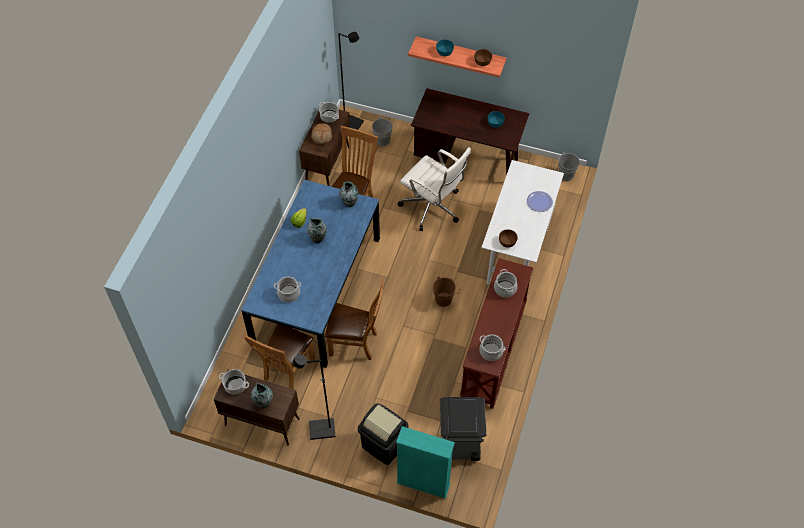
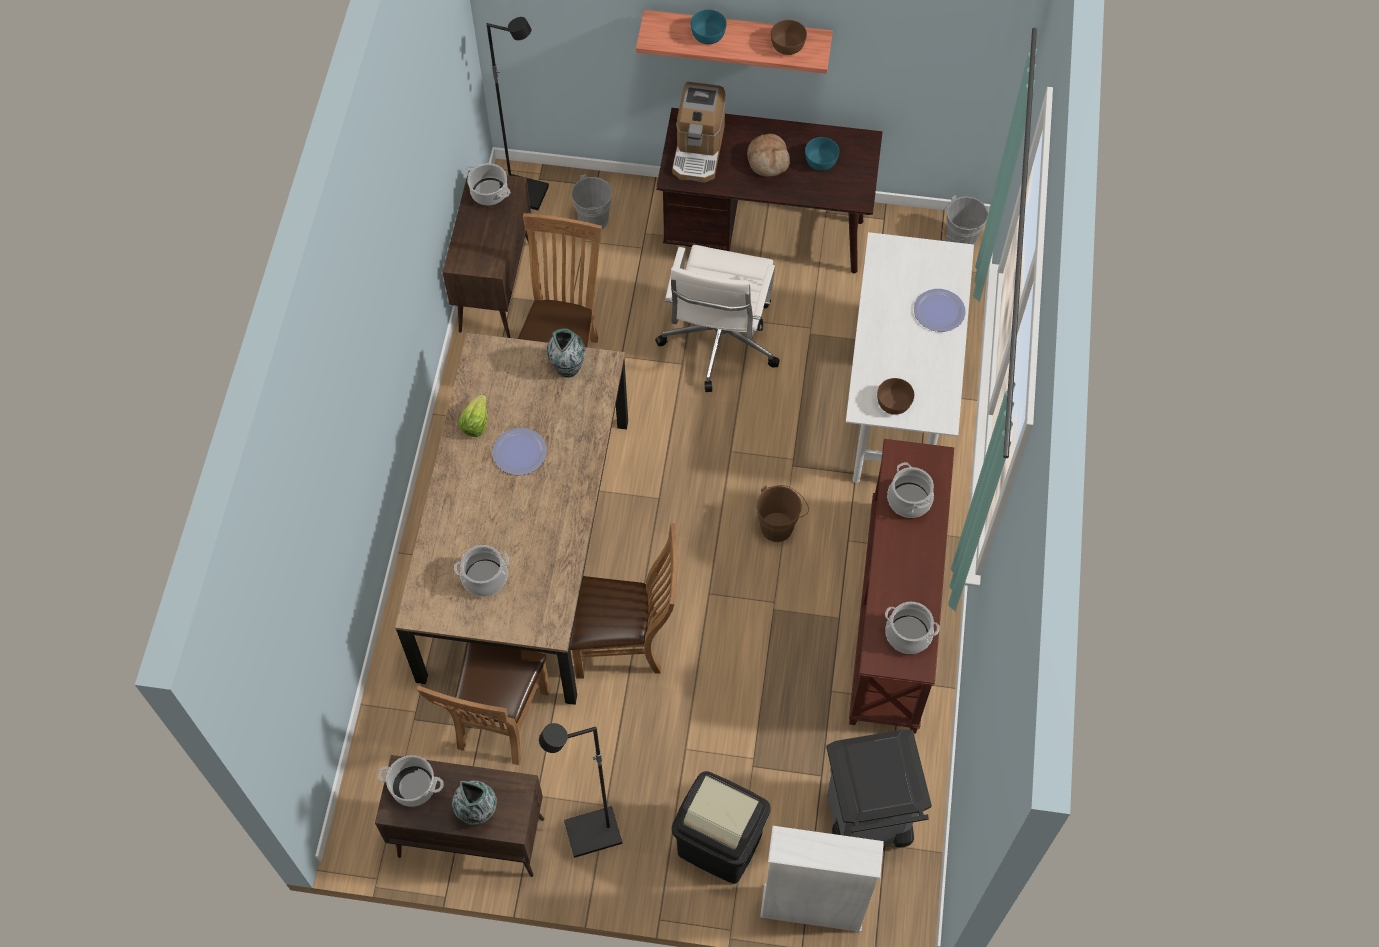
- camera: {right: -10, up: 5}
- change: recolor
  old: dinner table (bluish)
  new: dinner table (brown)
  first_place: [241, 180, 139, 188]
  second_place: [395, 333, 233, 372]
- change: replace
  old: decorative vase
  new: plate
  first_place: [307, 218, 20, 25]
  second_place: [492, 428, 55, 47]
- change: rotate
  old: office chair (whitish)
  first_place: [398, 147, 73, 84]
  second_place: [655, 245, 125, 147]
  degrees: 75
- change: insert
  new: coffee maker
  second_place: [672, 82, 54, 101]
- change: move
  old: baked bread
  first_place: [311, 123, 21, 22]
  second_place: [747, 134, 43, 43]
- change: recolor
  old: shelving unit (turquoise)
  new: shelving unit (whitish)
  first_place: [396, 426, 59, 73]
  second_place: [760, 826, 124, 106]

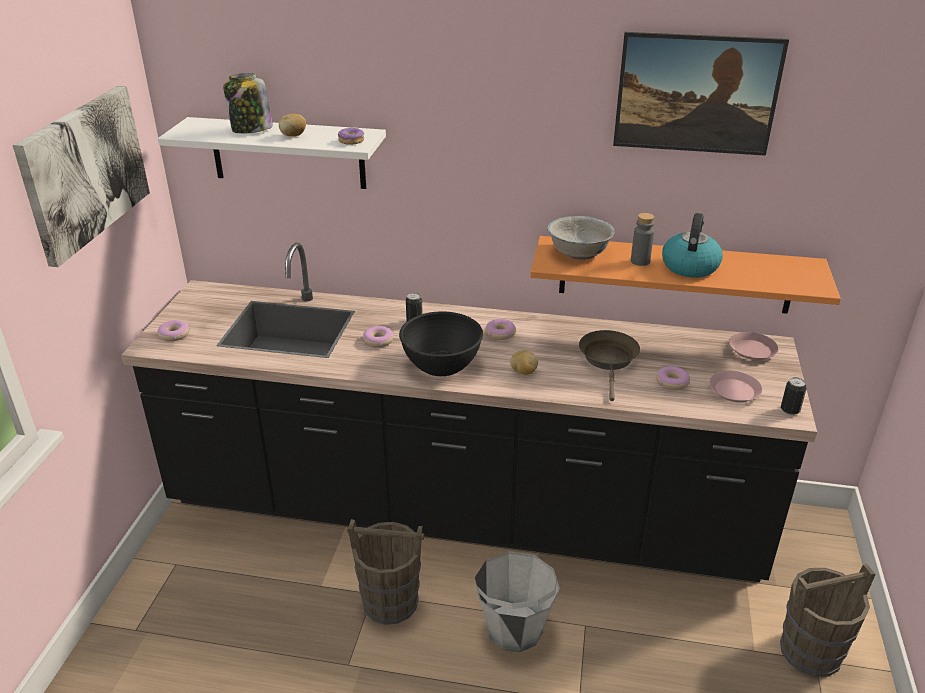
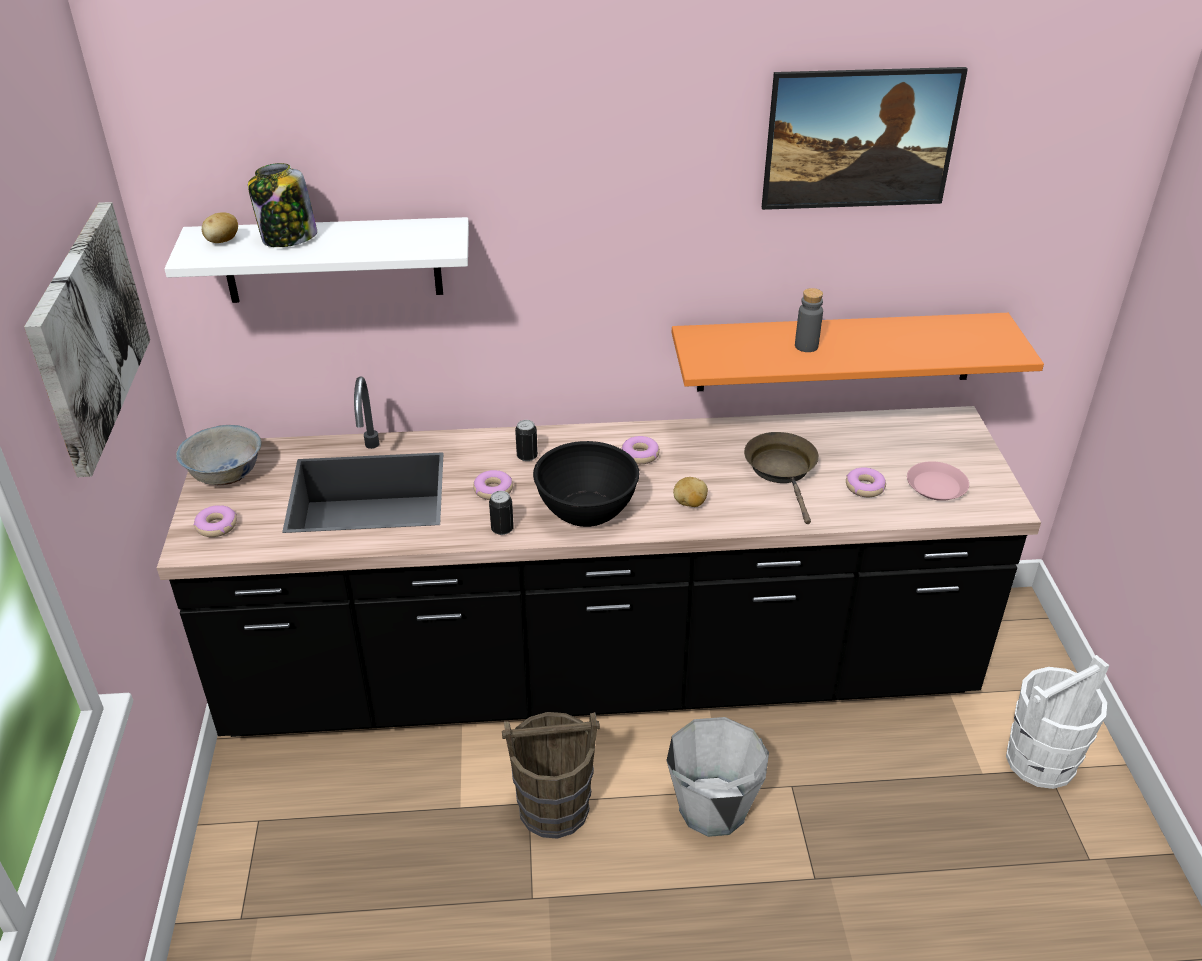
- camera: {right: -15, up: 5}
- change: move
  old: deep dish (whitish)
  first_place: [547, 216, 68, 44]
  second_place: [176, 425, 86, 60]
- change: move
  old: potato
  first_place: [279, 114, 27, 22]
  second_place: [202, 212, 36, 31]
- change: move
  old: metal can
  first_place: [781, 377, 26, 38]
  second_place: [489, 491, 25, 44]
- change: recolor
  old: bucket (brown)
  new: bucket (whitish)
  first_place: [780, 563, 96, 114]
  second_place: [1006, 655, 103, 134]
- change: delete
  old: ring doughnut
  first_place: [338, 127, 26, 18]
- change: delete
  old: water kettle
  first_place: [662, 213, 61, 65]
- change: delete
  old: plate (pinkish)
  first_place: [729, 332, 50, 28]

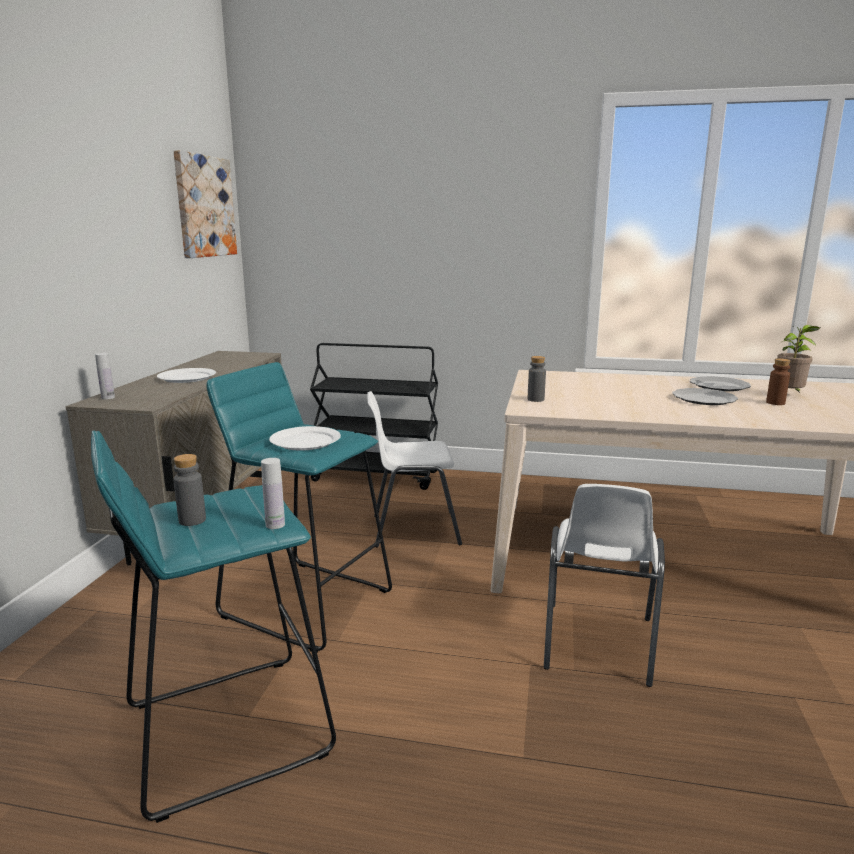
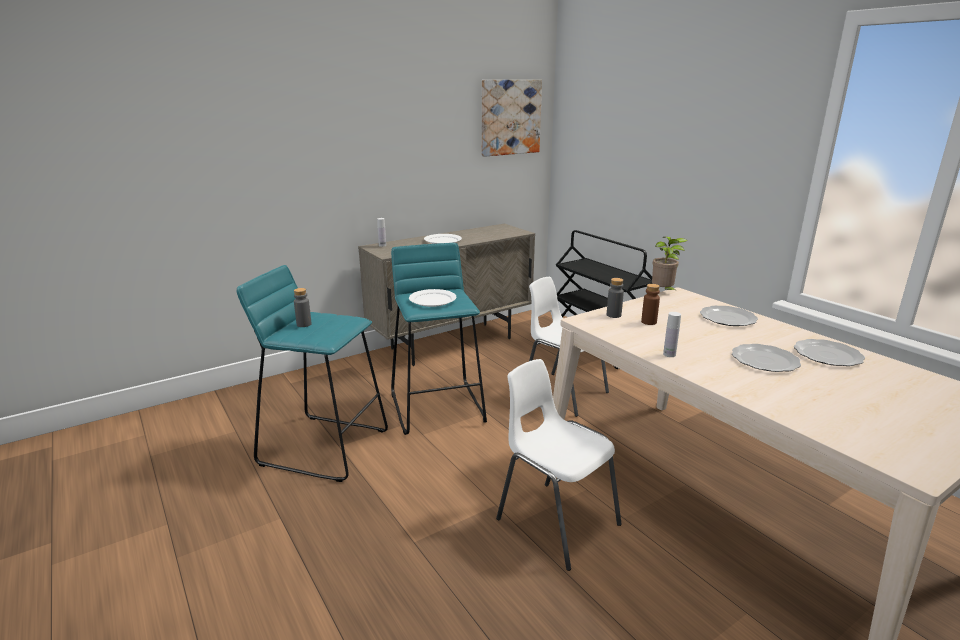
- camera: {right: 45, up: 5}
- change: rotate
  old: chair (whitish)
  first_place: [544, 484, 121, 203]
  second_place: [496, 359, 126, 212]
  degrees: 75
- change: move
  old: bottle (brown)
  first_place: [766, 358, 25, 47]
  second_place: [641, 284, 19, 41]
- change: move
  old: plant in a pot
  first_place: [777, 325, 43, 68]
  second_place: [652, 237, 36, 57]
- change: move
  old: bottle (whitish)
  first_place: [261, 458, 24, 71]
  second_place: [663, 312, 18, 45]
- change: insert
  new: plate
  second_place: [700, 305, 58, 21]

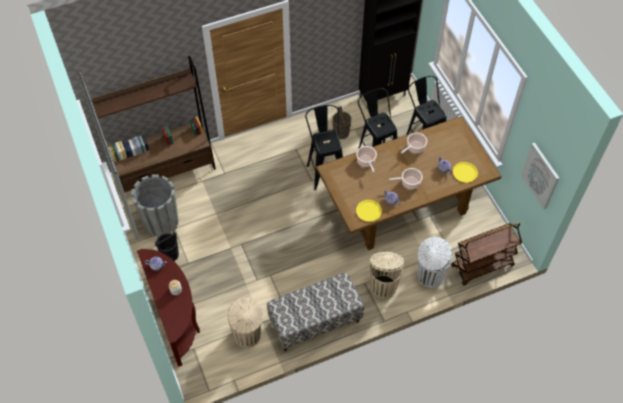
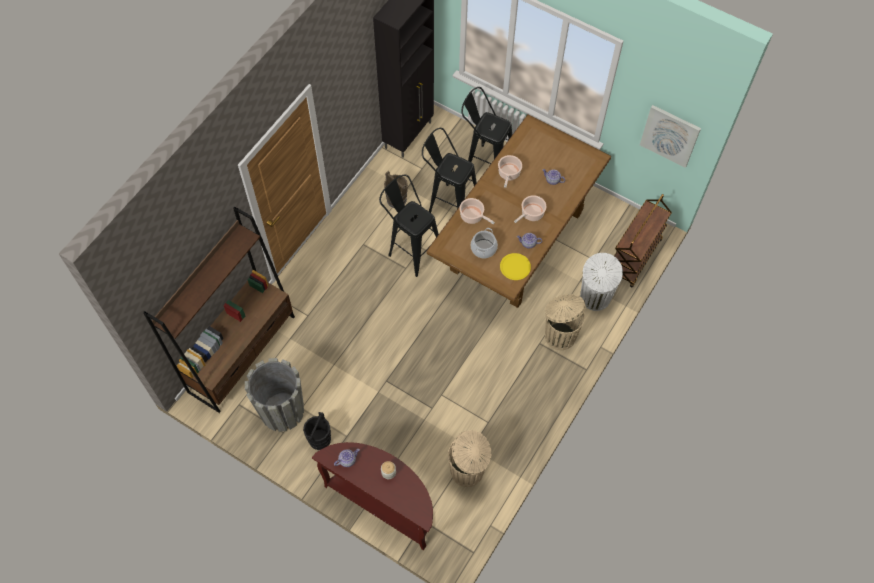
- camera: {right: -35, up: 5}
- change: insert
  new: cooking pot
  second_place: [471, 228, 27, 31]
- change: delete
  old: bench
  first_place: [267, 272, 97, 79]
- change: delete
  old: plate (yellow)
  first_place: [453, 162, 25, 21]

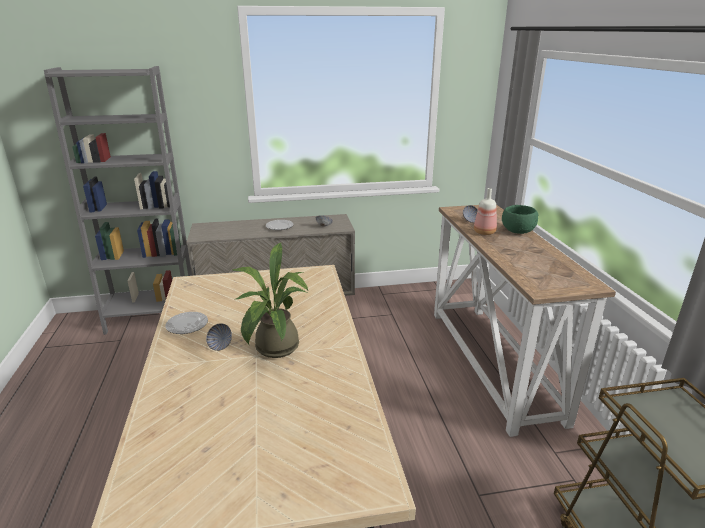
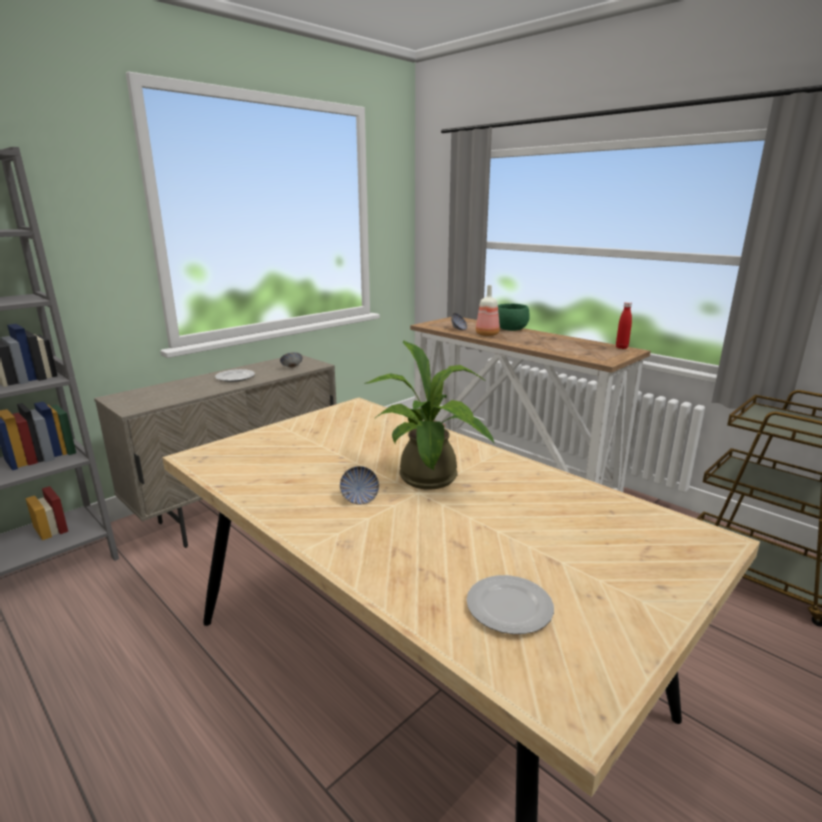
- camera: {right: -35, up: -5}
- change: move
  old: plate
  first_place: [165, 312, 43, 22]
  second_place: [467, 575, 87, 59]
- change: insert
  new: bottle (reddish)
  second_place: [616, 302, 16, 47]

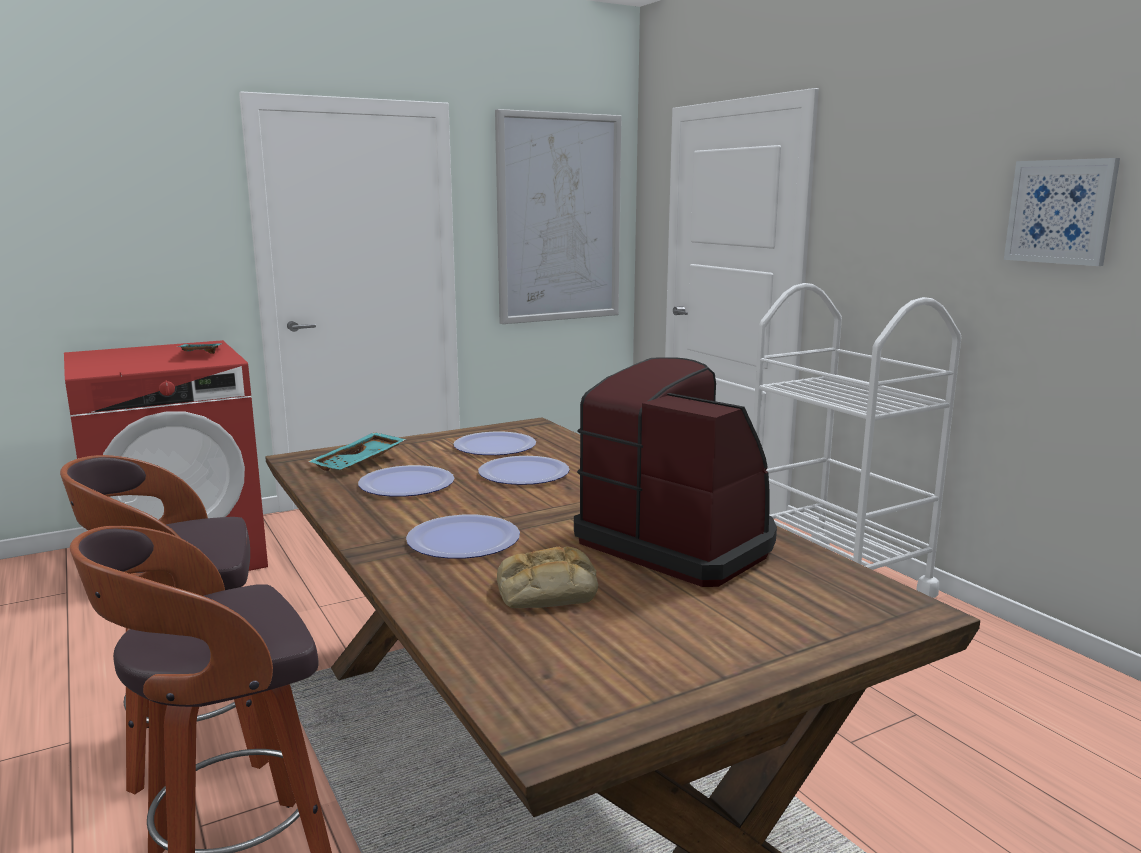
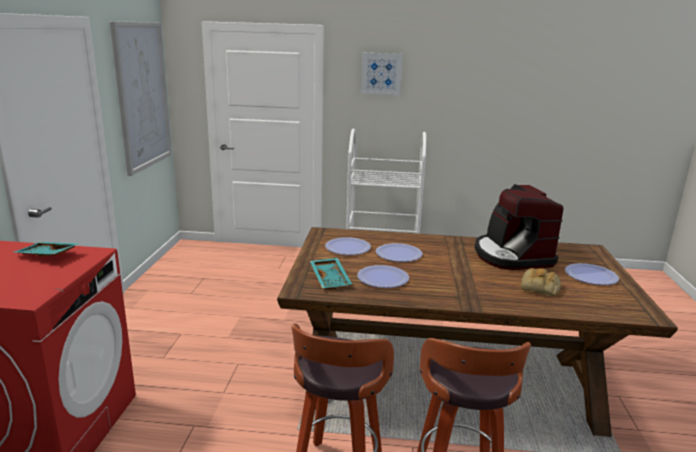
- camera: {right: -55, up: 5}
- change: move
  old: wall picture
  first_place: [1004, 158, 116, 108]
  second_place: [361, 53, 42, 42]
- change: rotate
  old: coffee maker
  first_place: [574, 357, 203, 230]
  second_place: [475, 184, 88, 86]
  degrees: -90
- change: move
  old: plate
  first_place: [406, 515, 114, 44]
  second_place: [565, 263, 54, 22]

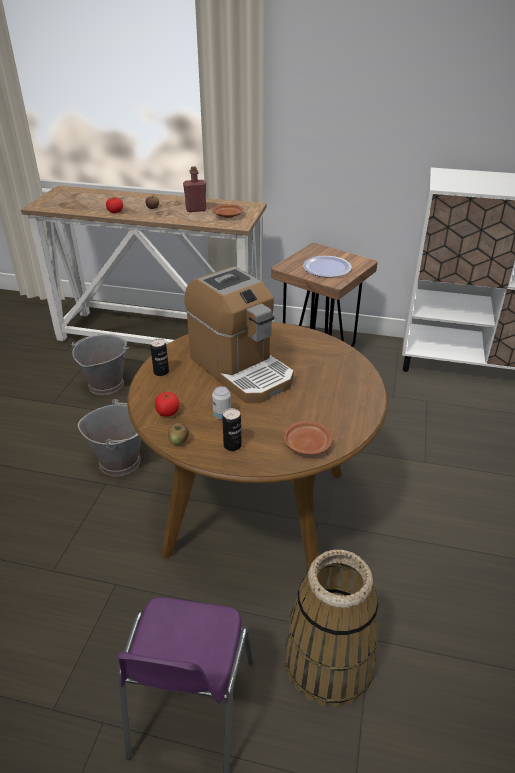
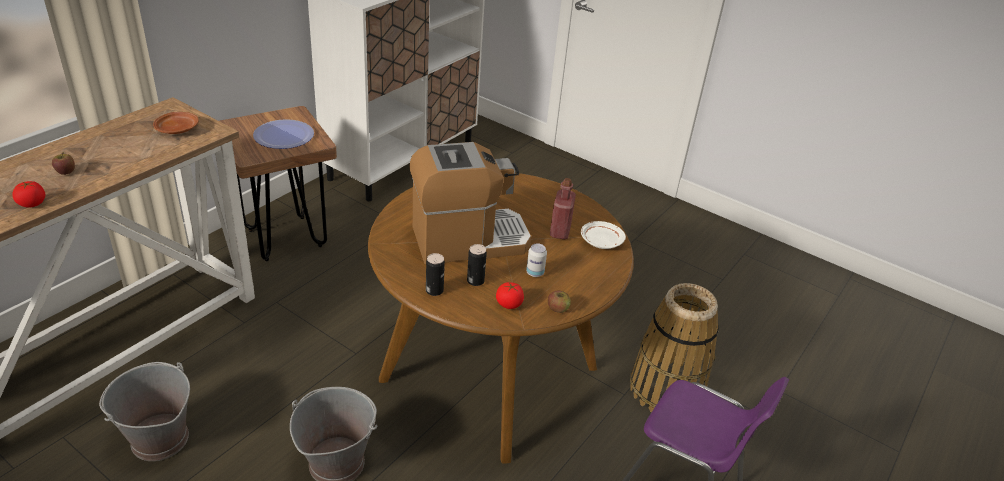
- camera: {right: -70, up: 0}
- change: move
  old: metal can
  first_place: [222, 408, 20, 43]
  second_place: [467, 244, 20, 42]
- change: move
  old: bottle (reddish)
  first_place: [183, 166, 23, 46]
  second_place: [550, 178, 26, 62]
- change: recolor
  old: plate (brown)
  new: plate (whitish)
  first_place: [283, 420, 50, 35]
  second_place: [581, 221, 45, 28]

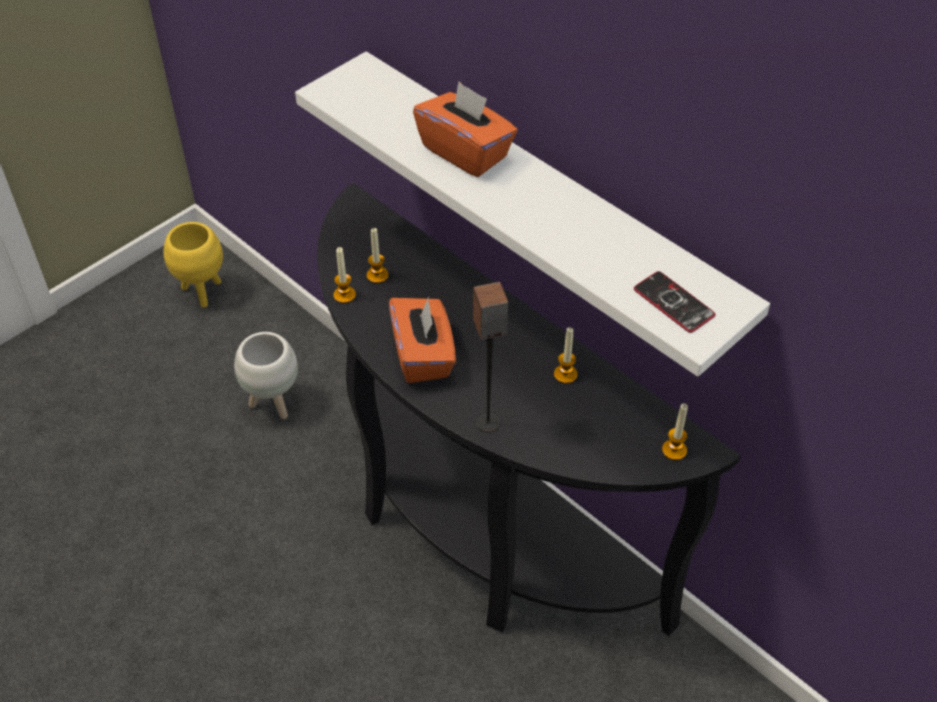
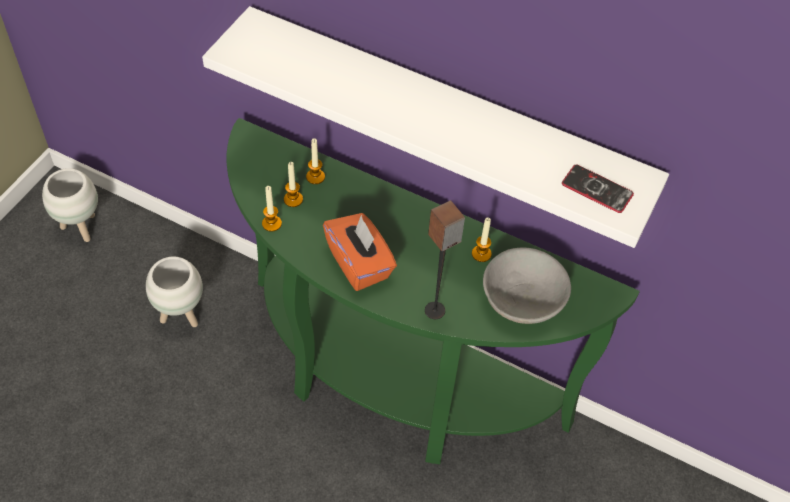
- camera: {right: -20, up: 5}
- change: recolor
  old: flower pot (yellow)
  new: flower pot (whitish)
  first_place: [164, 222, 59, 86]
  second_place: [42, 168, 56, 74]
- change: recolor
  old: narrow table (black-coloured)
  new: narrow table (green-coloured)
  first_place: [317, 183, 424, 453]
  second_place: [227, 118, 413, 346]
- change: move
  old: wax light
  first_place: [662, 403, 26, 57]
  second_place: [306, 138, 19, 46]
- change: insert
  new: deep dish (grey)
  second_place: [483, 247, 88, 77]
- change: delete
  old: box of tissues (orange)
  first_place: [413, 82, 105, 95]

